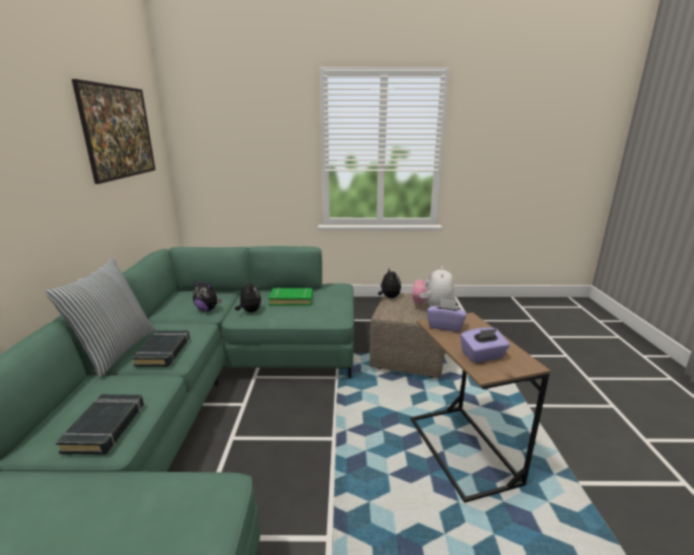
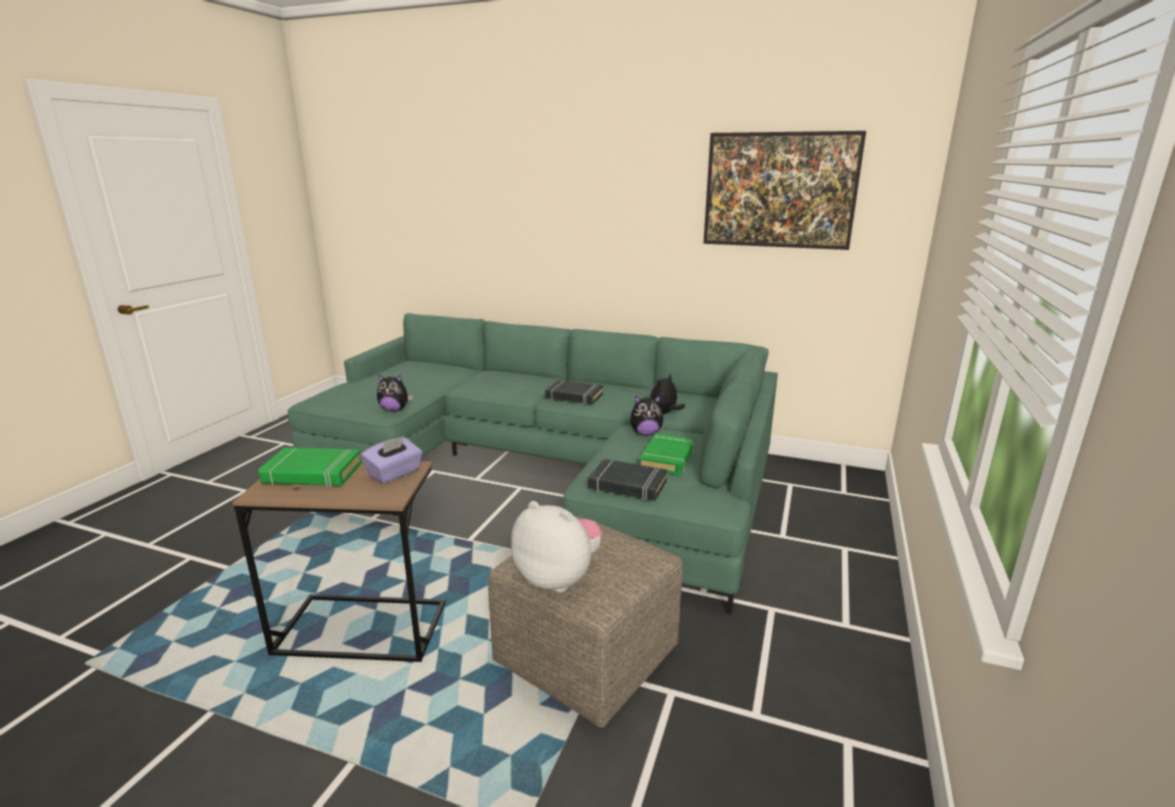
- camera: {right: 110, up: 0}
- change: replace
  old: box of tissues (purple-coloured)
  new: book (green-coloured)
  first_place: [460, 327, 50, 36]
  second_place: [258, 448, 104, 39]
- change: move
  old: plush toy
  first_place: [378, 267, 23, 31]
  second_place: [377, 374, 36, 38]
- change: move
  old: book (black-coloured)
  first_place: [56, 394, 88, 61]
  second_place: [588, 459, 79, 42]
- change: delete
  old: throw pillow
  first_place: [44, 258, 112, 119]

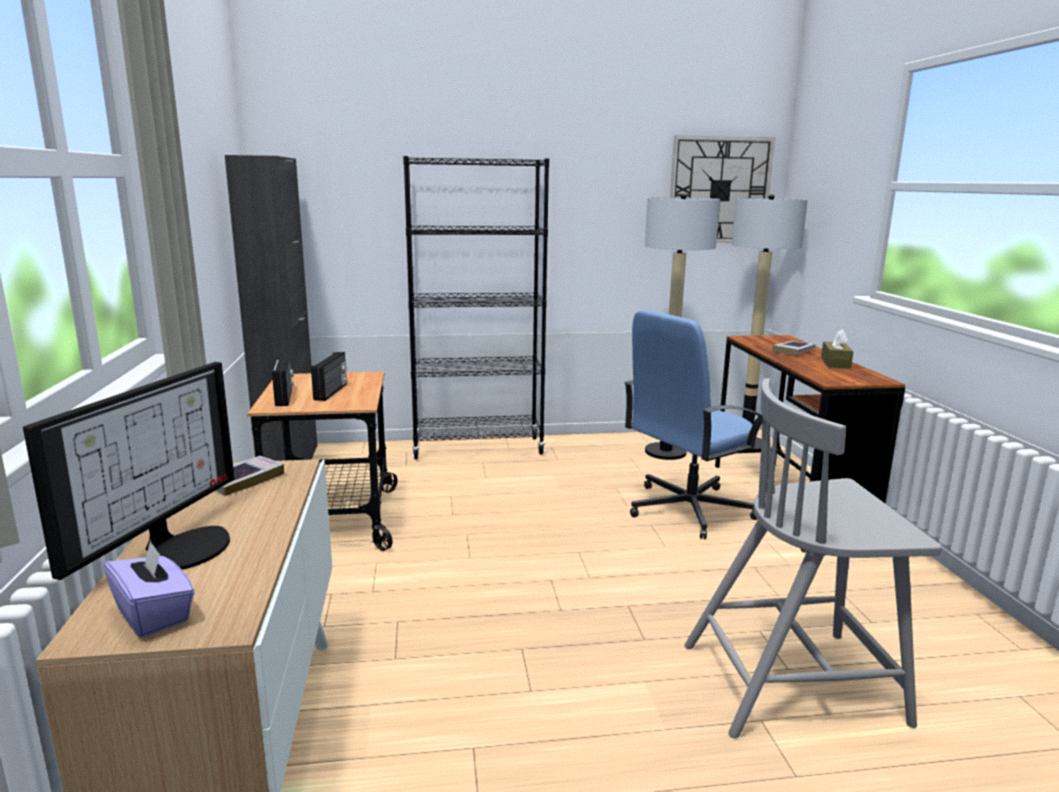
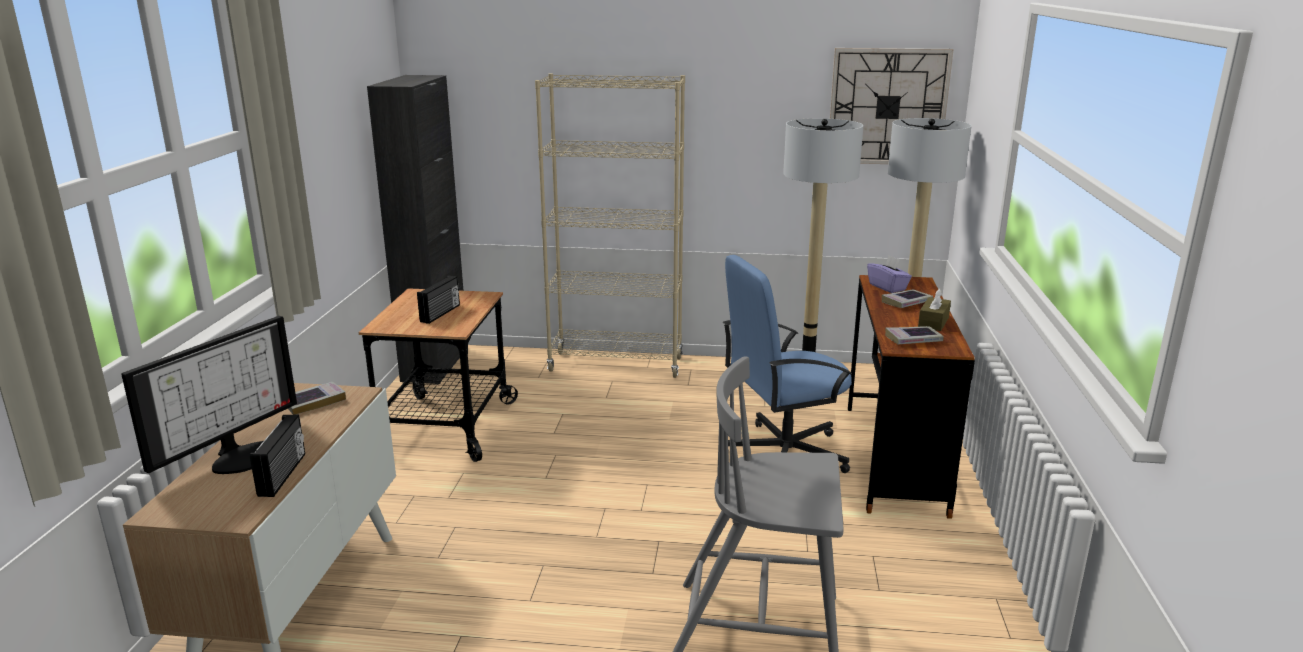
- camera: {right: 15, up: 5}
- change: move
  old: radio
  first_place: [272, 356, 22, 50]
  second_place: [250, 414, 55, 83]
- change: recolor
  old: shelving unit (black-coloured)
  new: shelving unit (beige-coloured)
  first_place: [403, 156, 146, 304]
  second_place: [535, 73, 150, 305]
- change: move
  old: box of tissues (purple-coloured)
  first_place: [104, 539, 91, 99]
  second_place: [867, 255, 45, 38]
- change: insert
  new: book
  second_place: [885, 326, 59, 18]

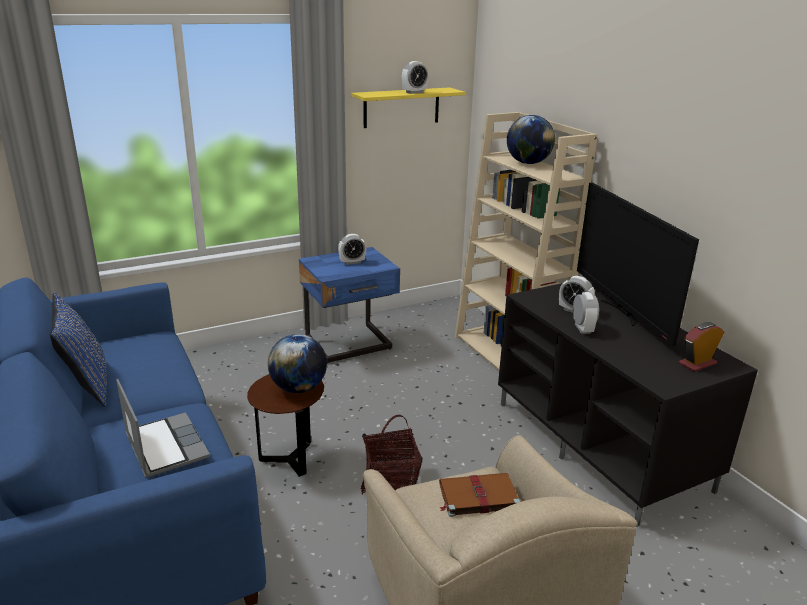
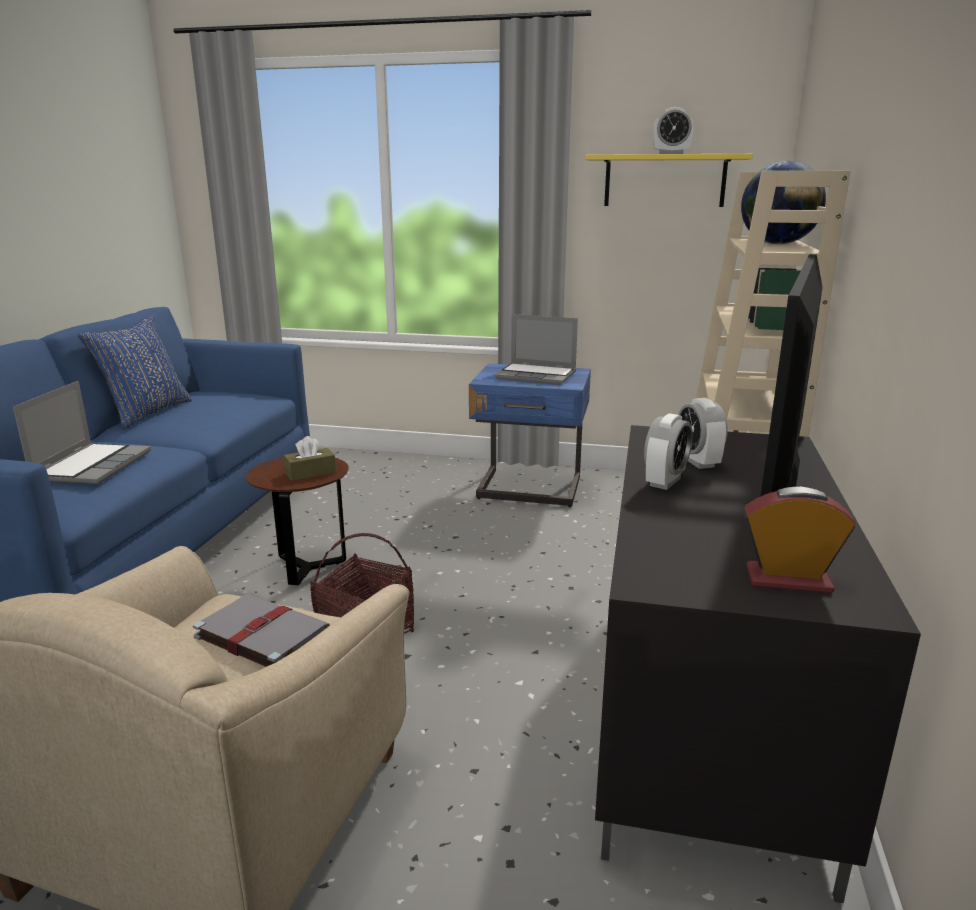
- camera: {right: 40, up: -5}
- change: recolor
  old: book (brown)
  new: book (grey)
  first_place: [439, 473, 81, 44]
  second_place: [193, 594, 137, 73]
- change: replace
  old: world globe
  new: box of tissues (brown)
  first_place: [268, 334, 59, 59]
  second_place: [284, 436, 52, 45]
- change: replace
  old: table clock
  new: notebook computer
  first_place: [338, 234, 28, 31]
  second_place: [495, 314, 83, 71]

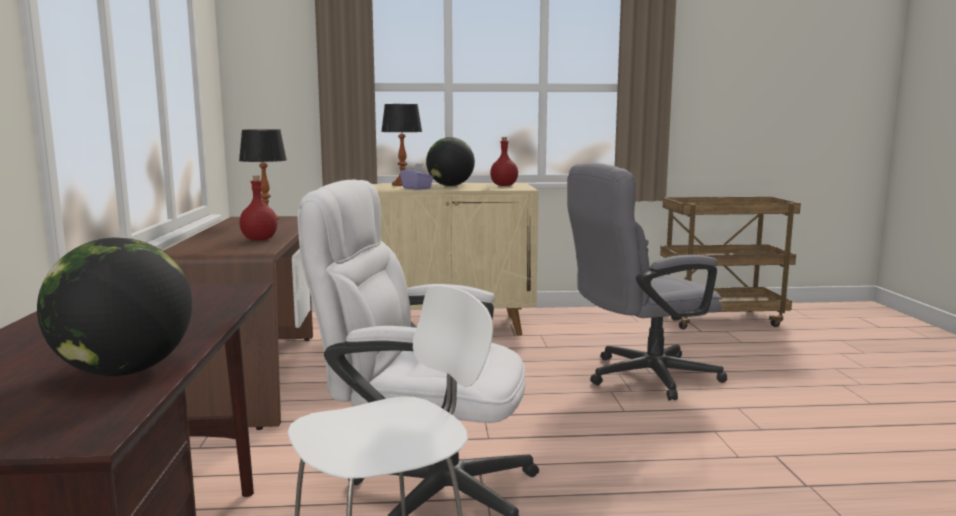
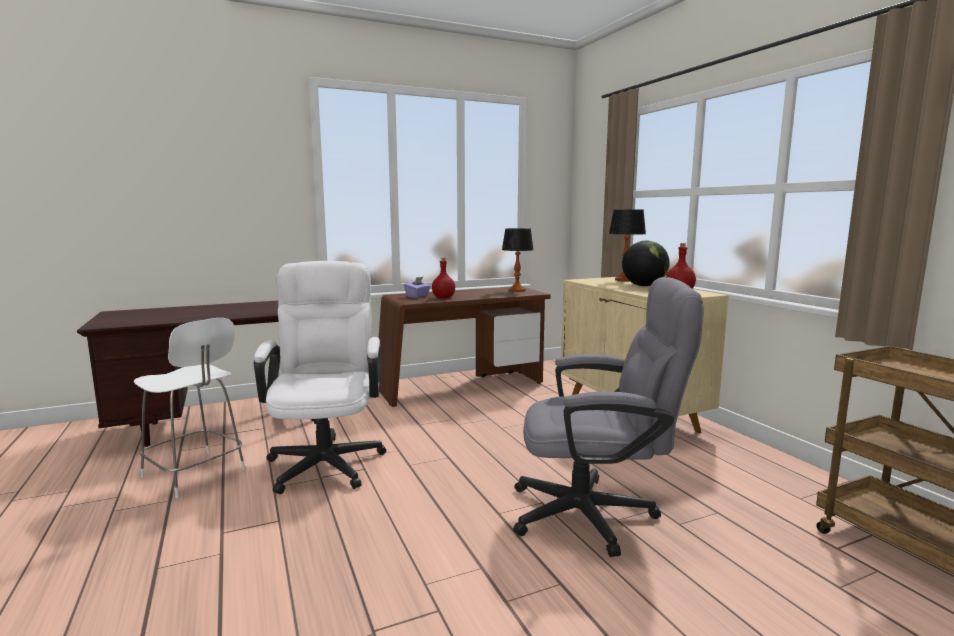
- camera: {right: 70, up: 0}
- change: move
  old: box of tissues (purple-coloured)
  first_place: [400, 163, 34, 27]
  second_place: [404, 277, 27, 21]
- change: rotate
  old: office chair (grey)
  first_place: [567, 163, 160, 237]
  second_place: [513, 277, 191, 280]
  degrees: 135
- change: delete
  old: world globe
  first_place: [37, 237, 155, 139]

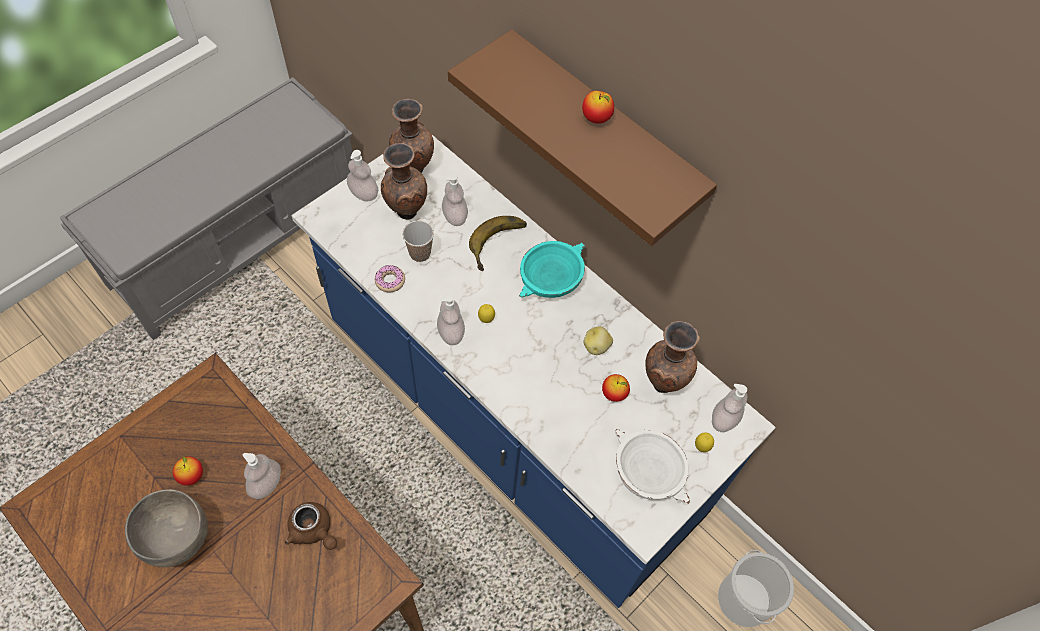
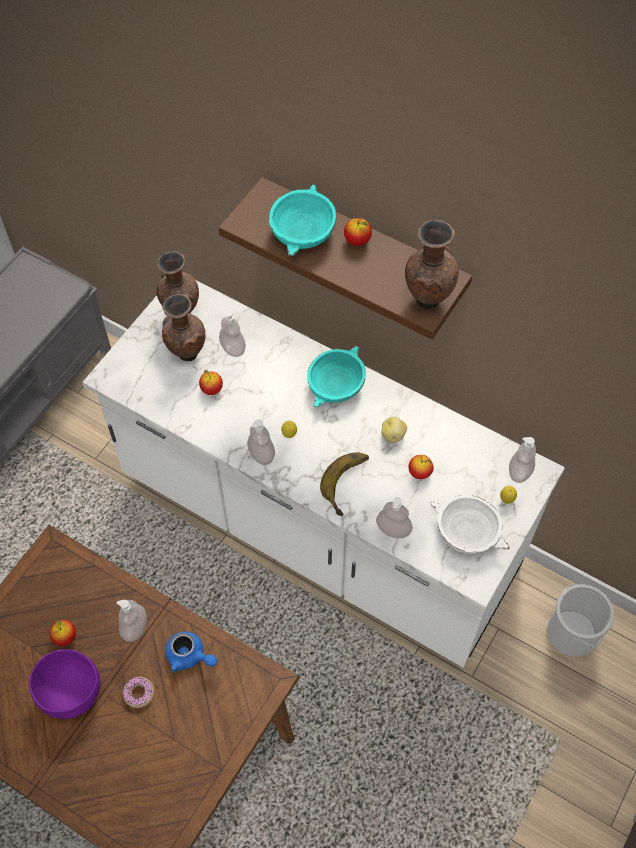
- camera: {right: -10, up: 0}
- change: recolor
  old: deep dish (grey)
  new: deep dish (purple-coloured)
  first_place: [125, 489, 83, 78]
  second_place: [29, 649, 72, 70]
- change: recolor
  old: kitchen counter (bluish)
  new: kitchen counter (whitish)
  first_place: [292, 135, 483, 473]
  second_place: [82, 281, 483, 386]
- change: move
  old: ring doughnut
  first_place: [375, 265, 30, 28]
  second_place: [123, 677, 31, 31]
- change: recolor
  old: tea pot (brown)
  new: tea pot (bluish)
  first_place: [285, 502, 52, 48]
  second_place: [165, 631, 52, 41]
- change: replace
  old: cup
  new: whole apple
  first_place: [402, 220, 32, 42]
  second_place: [199, 370, 24, 25]
- change: insert
  new: deep dish (turquoise)
  second_place: [269, 184, 68, 72]
- change: move
  old: whole banana
  first_place: [469, 216, 58, 55]
  second_place: [320, 452, 49, 64]
- change: move
  old: soap dispenser
  first_place: [347, 150, 31, 51]
  second_place: [376, 497, 37, 41]
- change: move
  old: decorative vase (brown)
  first_place: [645, 321, 55, 72]
  second_place: [405, 220, 54, 89]

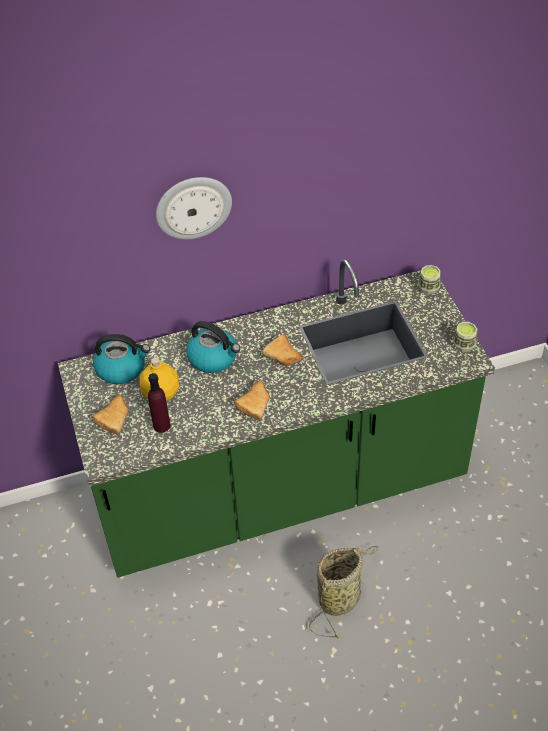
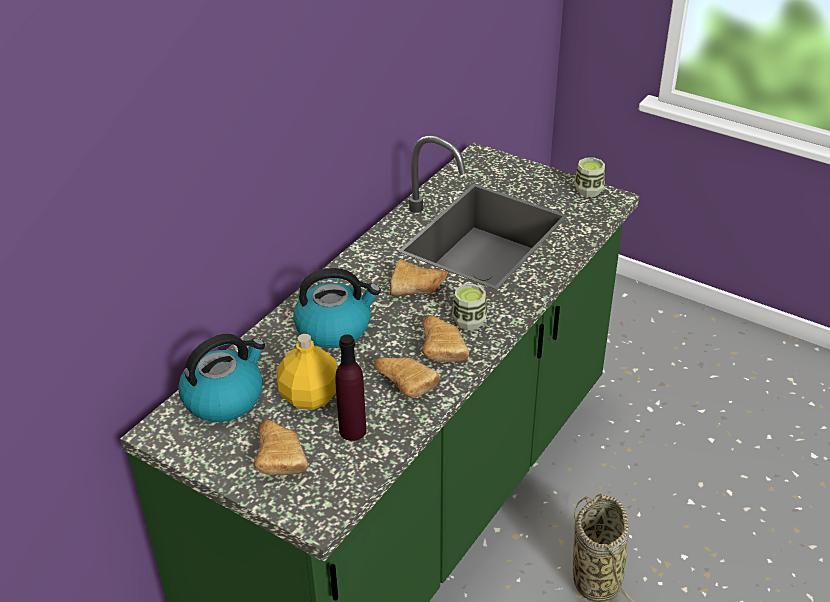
- camera: {right: -40, up: -10}
- change: insert
  new: baked bread
  second_place: [374, 357, 66, 41]
- change: move
  old: cup
  first_place: [418, 265, 23, 30]
  second_place: [452, 284, 35, 46]
- change: delete
  old: hanging clock
  first_place: [156, 177, 76, 63]

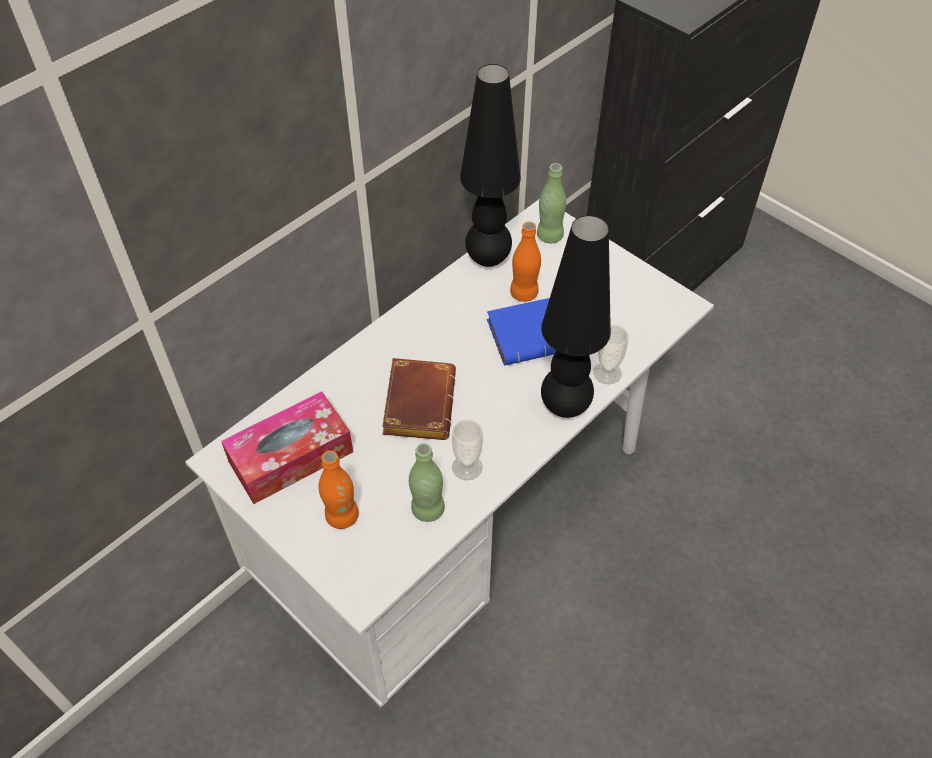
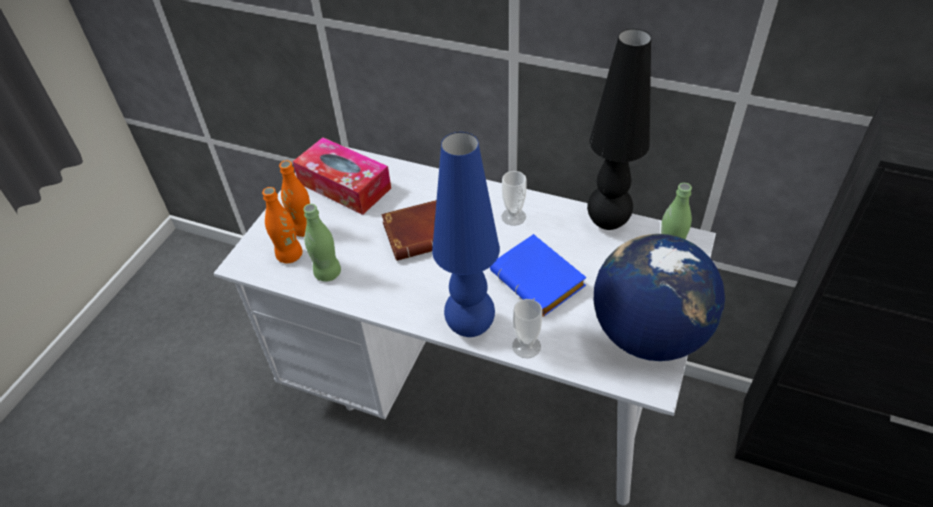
- camera: {right: 70, up: -5}
- change: move
  old: bottle (orange)
  first_place: [510, 222, 31, 80]
  second_place: [262, 187, 41, 76]
- change: recolor
  old: lamp for a table (black-coloured)
  new: lamp for a table (bluish)
  first_place: [541, 215, 70, 203]
  second_place: [432, 132, 68, 205]
- change: move
  old: cup
  first_place: [452, 419, 31, 61]
  second_place: [501, 171, 26, 55]
- change: insert
  new: world globe
  second_place: [594, 234, 131, 127]

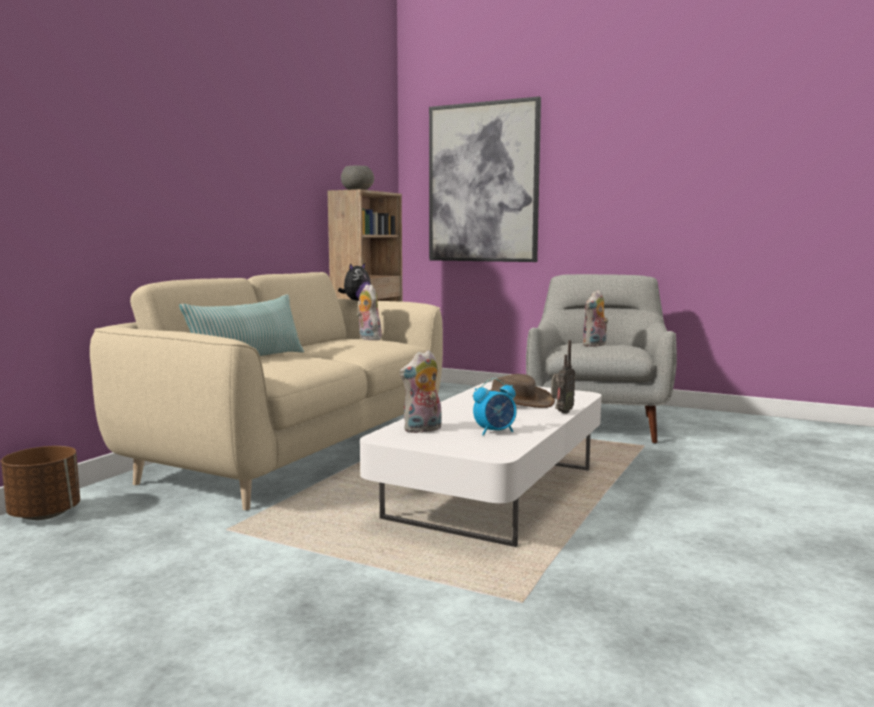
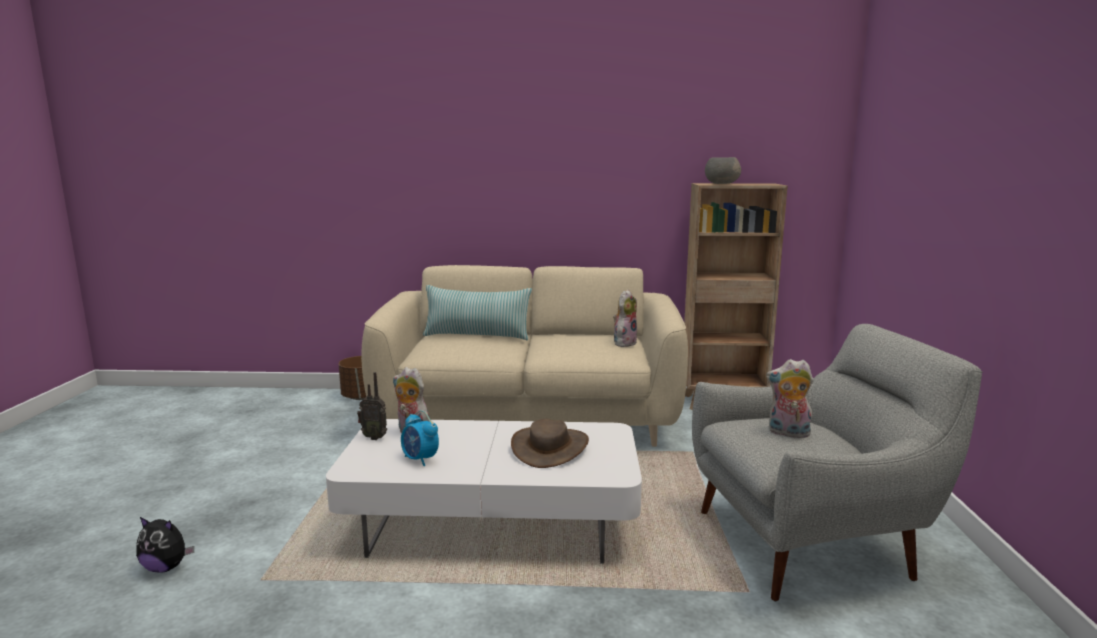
- camera: {right: 65, up: 5}
- change: move
  old: plush toy
  first_place: [338, 263, 33, 38]
  second_place: [136, 517, 58, 56]
- change: move
  old: radio
  first_place: [551, 340, 24, 74]
  second_place: [357, 372, 30, 68]
- change: delete
  old: wall picture
  first_place: [429, 96, 112, 166]

